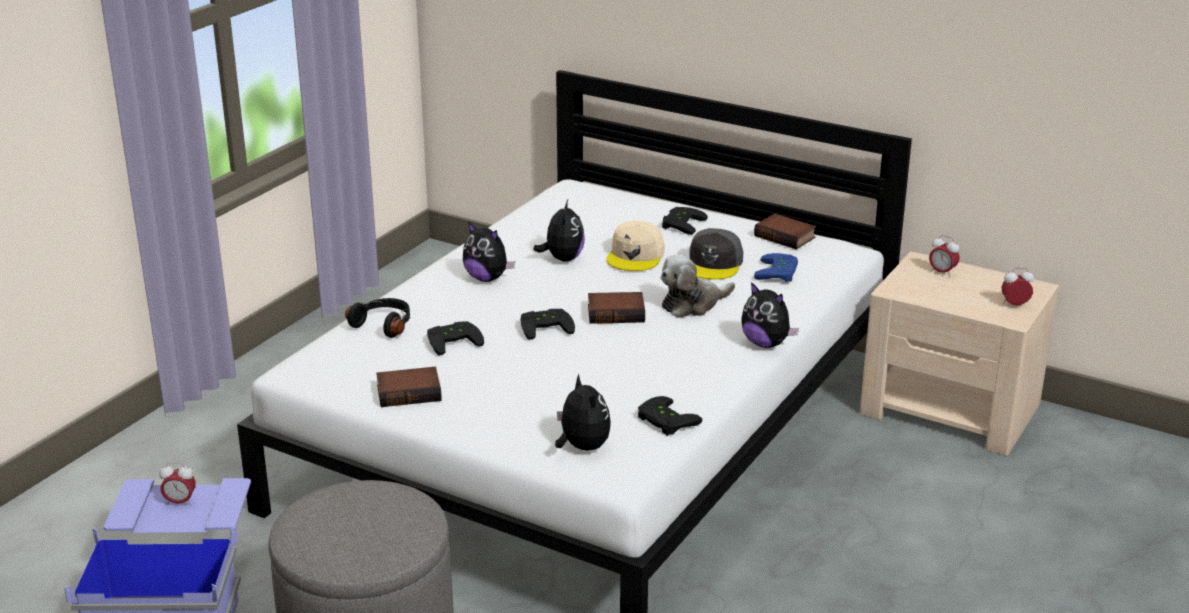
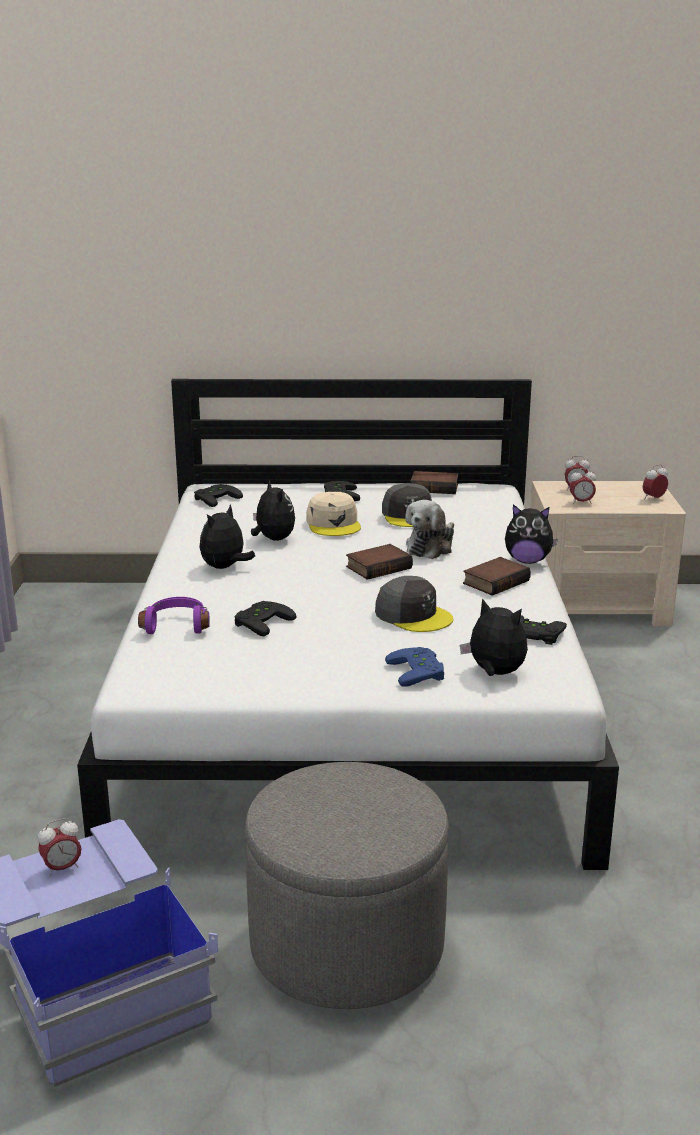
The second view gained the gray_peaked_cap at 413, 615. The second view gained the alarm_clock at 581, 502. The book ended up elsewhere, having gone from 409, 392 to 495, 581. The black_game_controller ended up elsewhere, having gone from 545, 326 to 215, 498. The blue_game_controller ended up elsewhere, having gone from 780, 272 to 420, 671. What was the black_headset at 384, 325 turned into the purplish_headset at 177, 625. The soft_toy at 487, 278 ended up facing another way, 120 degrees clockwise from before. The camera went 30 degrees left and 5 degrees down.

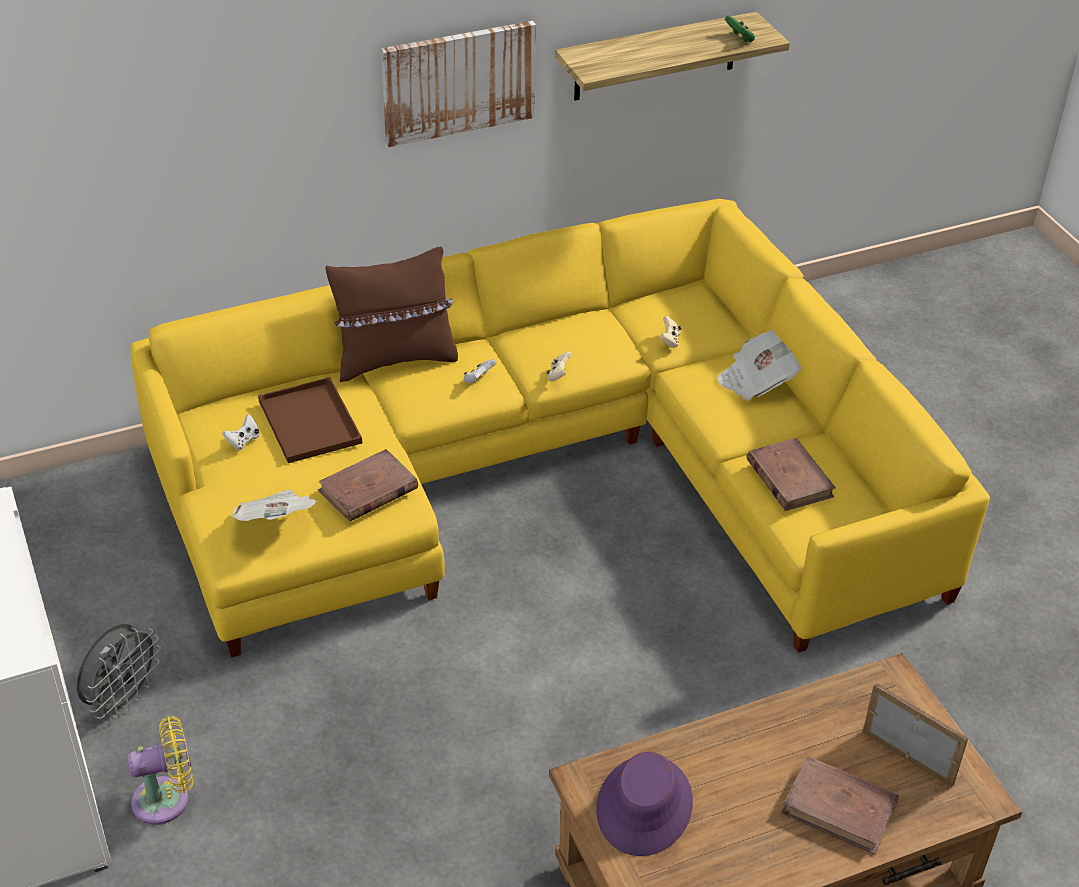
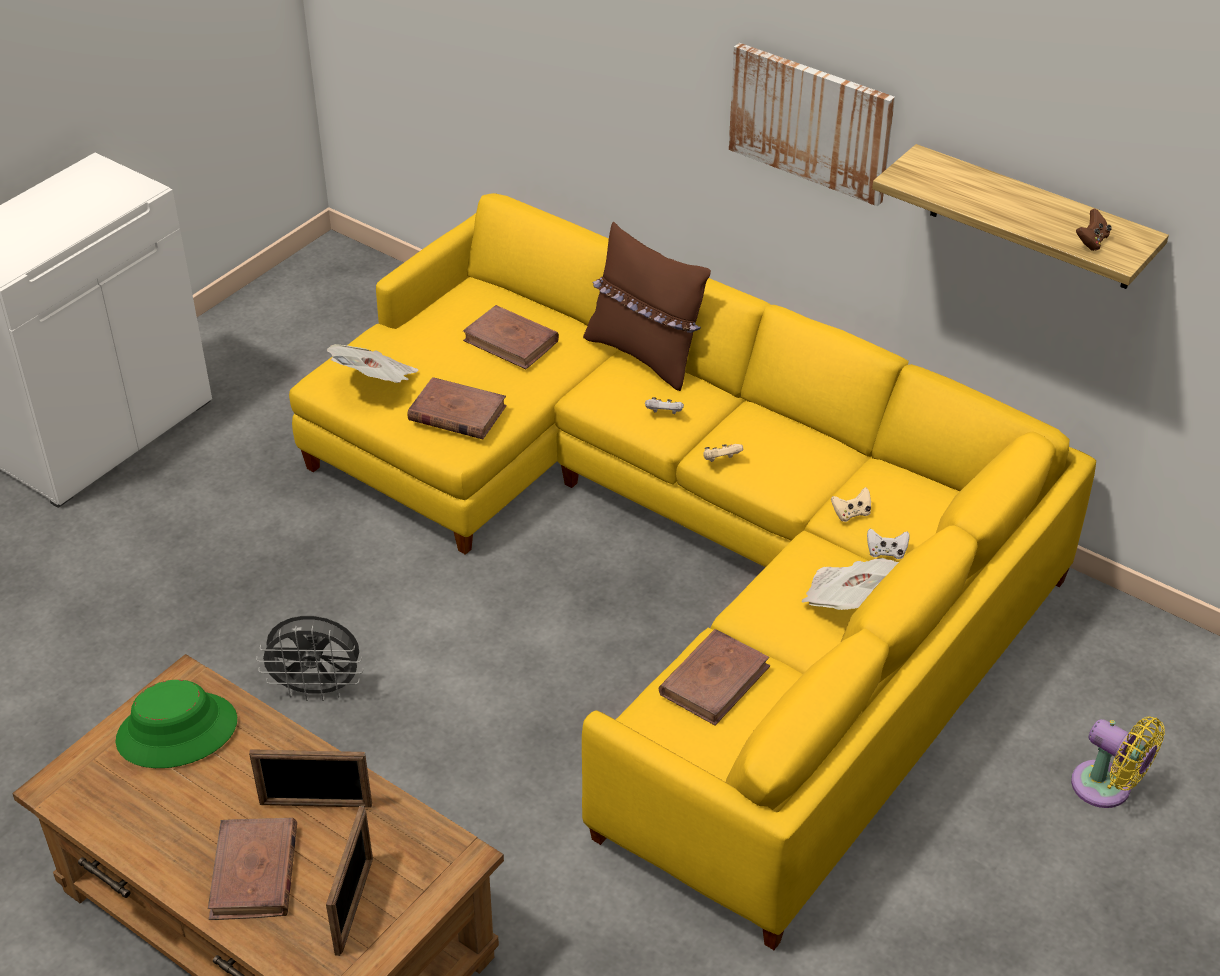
The second view gained the standing_frame at 315, 804. The gray_cooling_fan ended up elsewhere, having gone from 123, 699 to 317, 689. The yellow_cooling_fan ended up elsewhere, having gone from 167, 799 to 1107, 788. The white_game_controller ended up elsewhere, having gone from 243, 441 to 886, 552. Where the brown-coloured_carrying_tray stood at 308, 421, the brown-coloured_book came to stand at 511, 341. What was the purplish_wearable_hat at 645, 806 turned into the green_wearable_hat at 177, 732. What was the green_game_controller at 739, 38 turned into the brown-coloured_game_controller at 1091, 242. The camera went 60 degrees right and 0 degrees up.

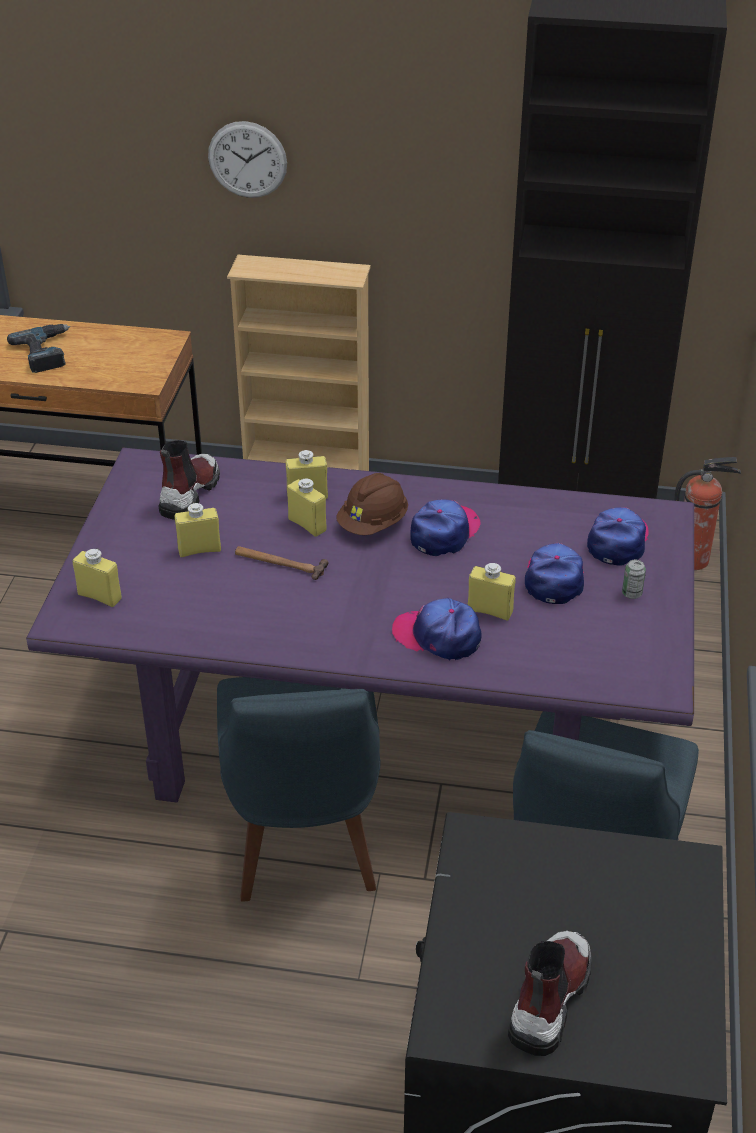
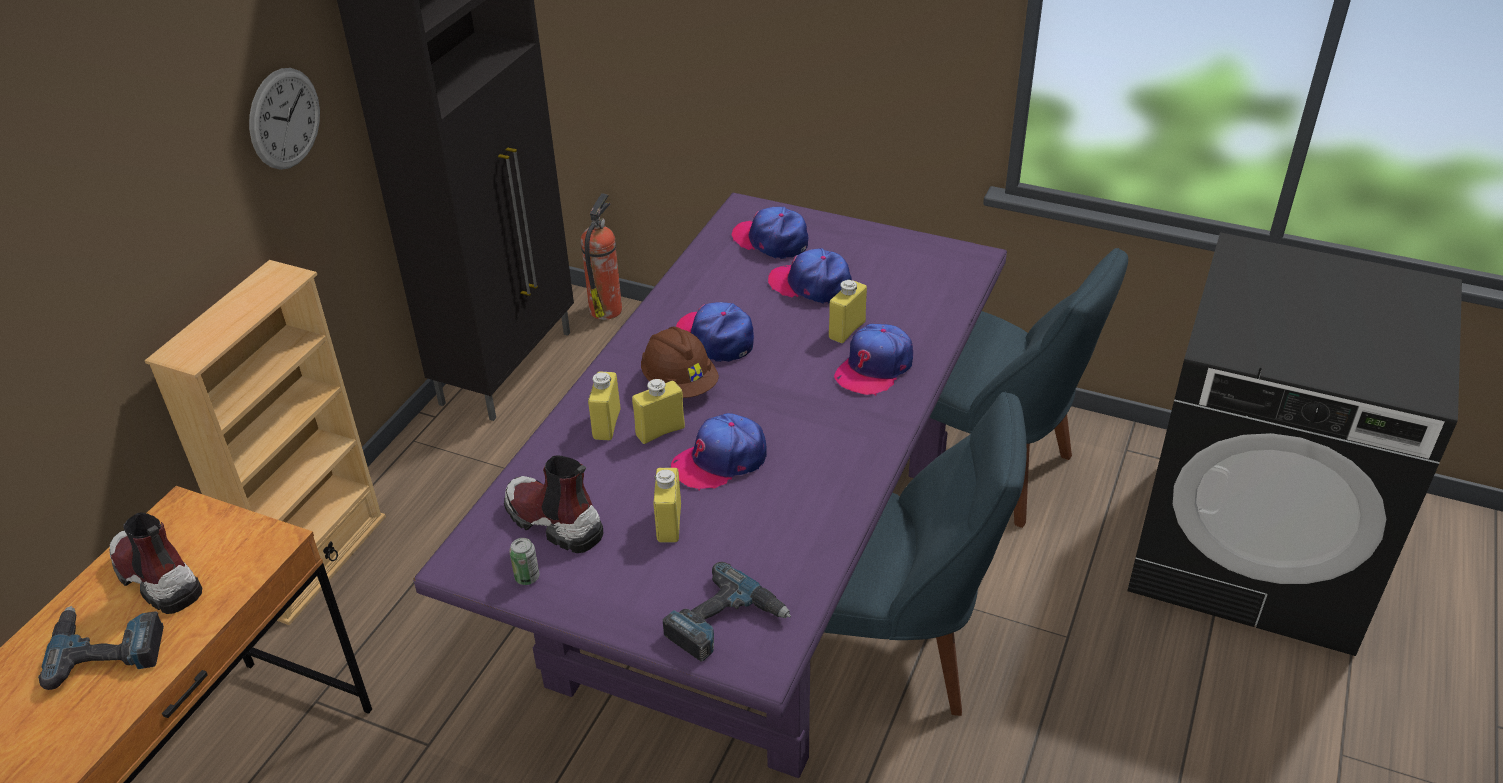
The hanging_clock ended up elsewhere, having gone from 247, 159 to 285, 119. The tall_boot ended up elsewhere, having gone from 549, 998 to 156, 578. The metal_can ended up elsewhere, having gone from 631, 593 to 527, 577. Where the yellow_bottle stood at 99, 596, the electric_drill came to stand at 725, 623. Where the tool_hammer stood at 280, 563, the peaked_cap came to stand at 720, 460. The camera went 75 degrees left and 0 degrees up.

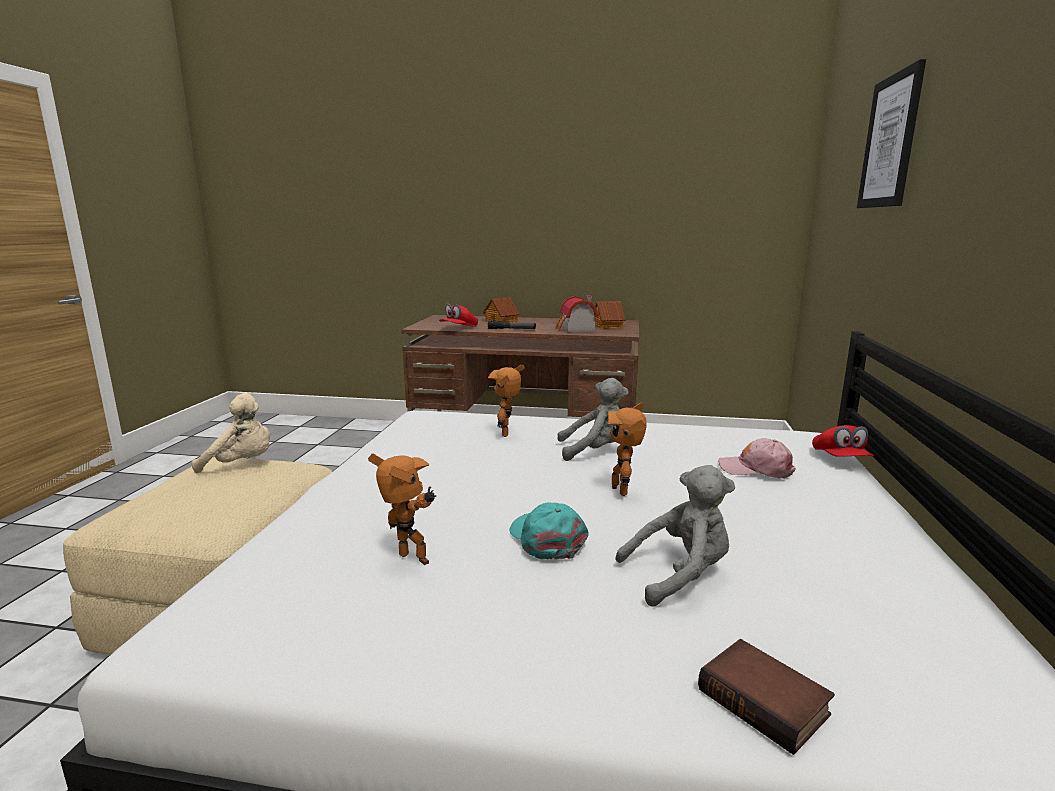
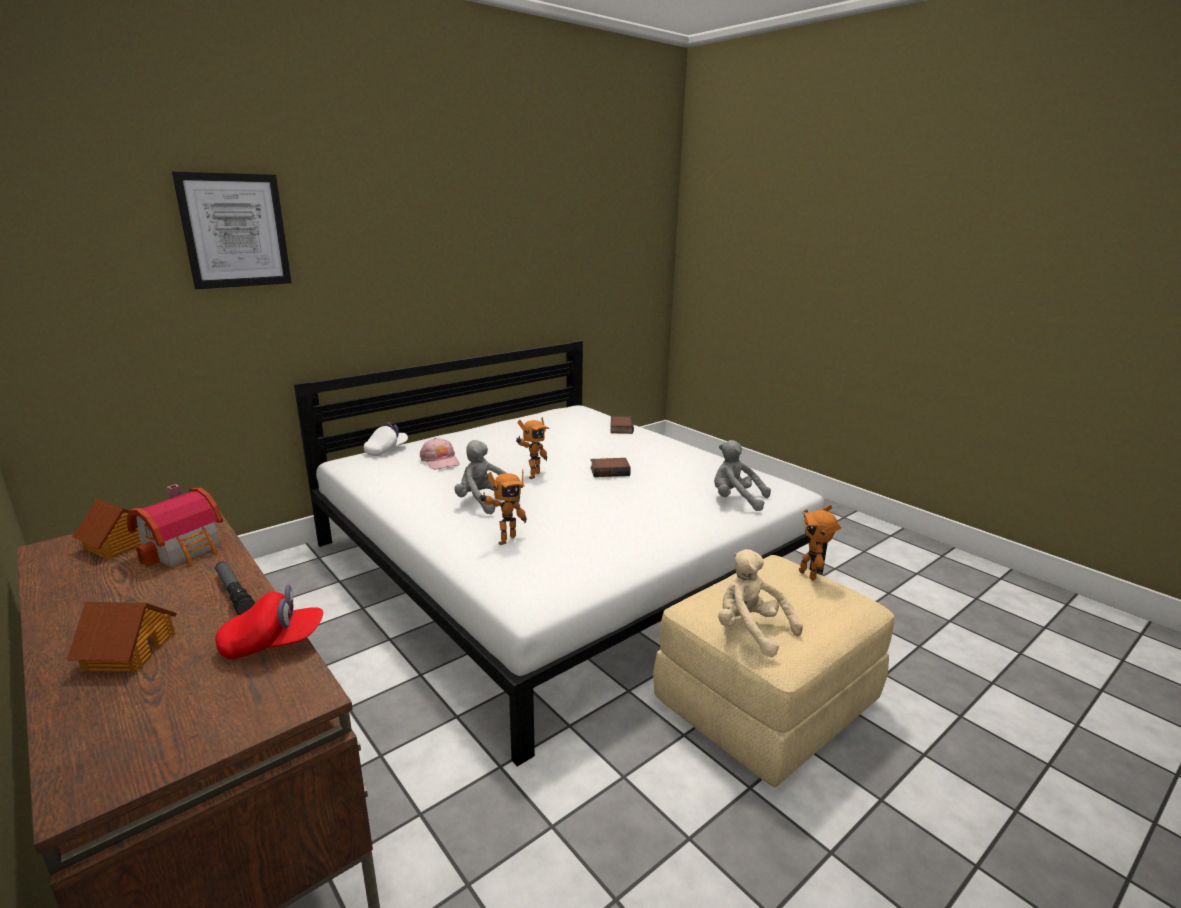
The model_robot ended up elsewhere, having gone from 410, 561 to 809, 574. The gray_soft_toy ended up elsewhere, having gone from 679, 575 to 736, 500. Where the blue-green_peaked_cap stood at 547, 539, the book came to stand at 610, 471. What was the red-coloured_peaked_cap at 840, 459 turned into the white_peaked_cap at 386, 450. The camera went 140 degrees left and 5 degrees up.

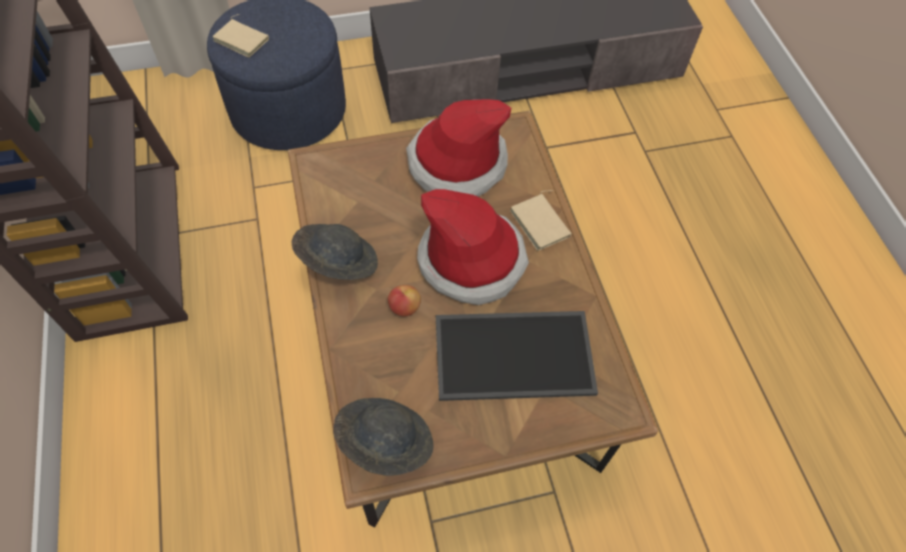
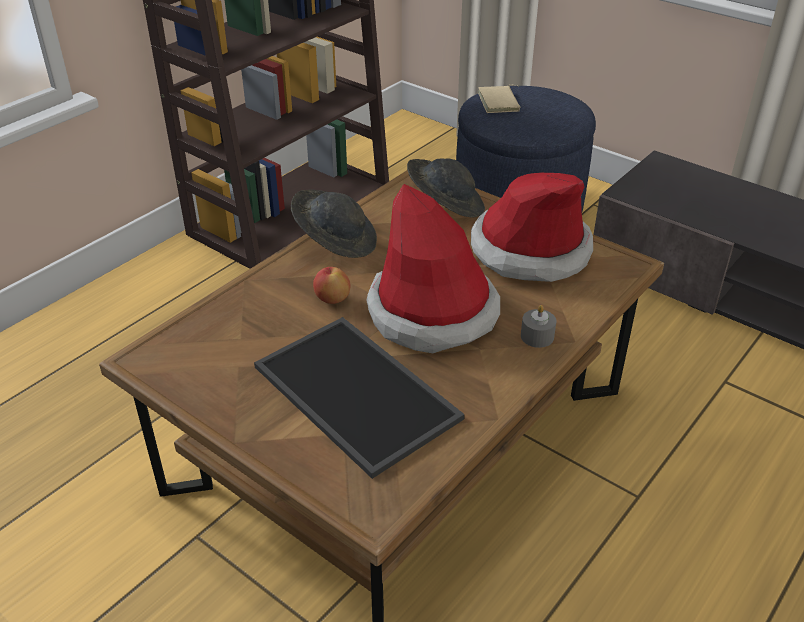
The gray_wearable_hat ended up elsewhere, having gone from 384, 442 to 445, 205. Where the sand-coloured_book stood at 541, 223, the gray_wax_candle came to stand at 537, 336. The camera went 55 degrees right and 20 degrees down.

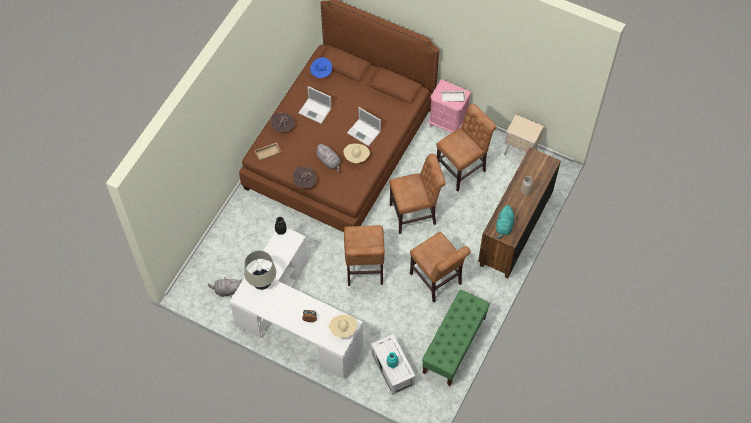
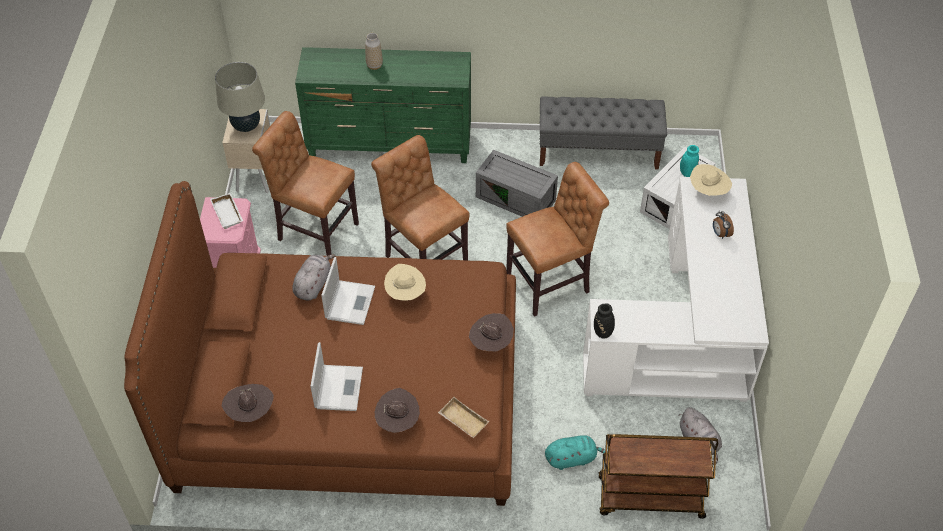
The second view gained the brown-coloured_cart at 649, 498. The sand-coloured_lamp_for_a_table ended up elsewhere, having gone from 262, 283 to 246, 126. The gray_soft_toy ended up elsewhere, having gone from 329, 161 to 313, 284. The blue-green_soft_toy ended up elsewhere, having gone from 504, 226 to 572, 458. Where the brown-coloured_plain_chair stood at 437, 281, the gray_storage_container came to stand at 517, 198. What was the blue_wearable_hat at 321, 73 turned into the brown-coloured_wearable_hat at 250, 412. What was the green_bench at 454, 345 turned into the gray_bench at 598, 151. What was the brown-coloured_drawer_chest at 514, 230 turned into the green_drawer_chest at 390, 145. The camera went 115 degrees left and 10 degrees down.

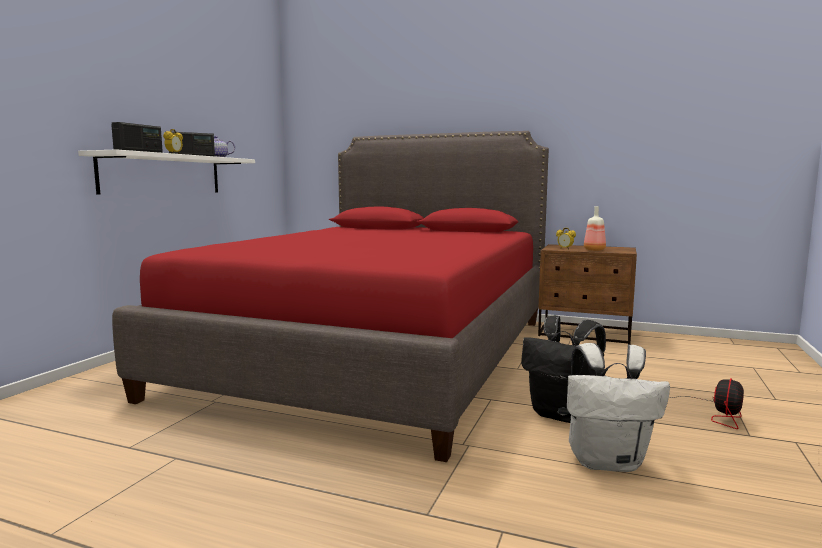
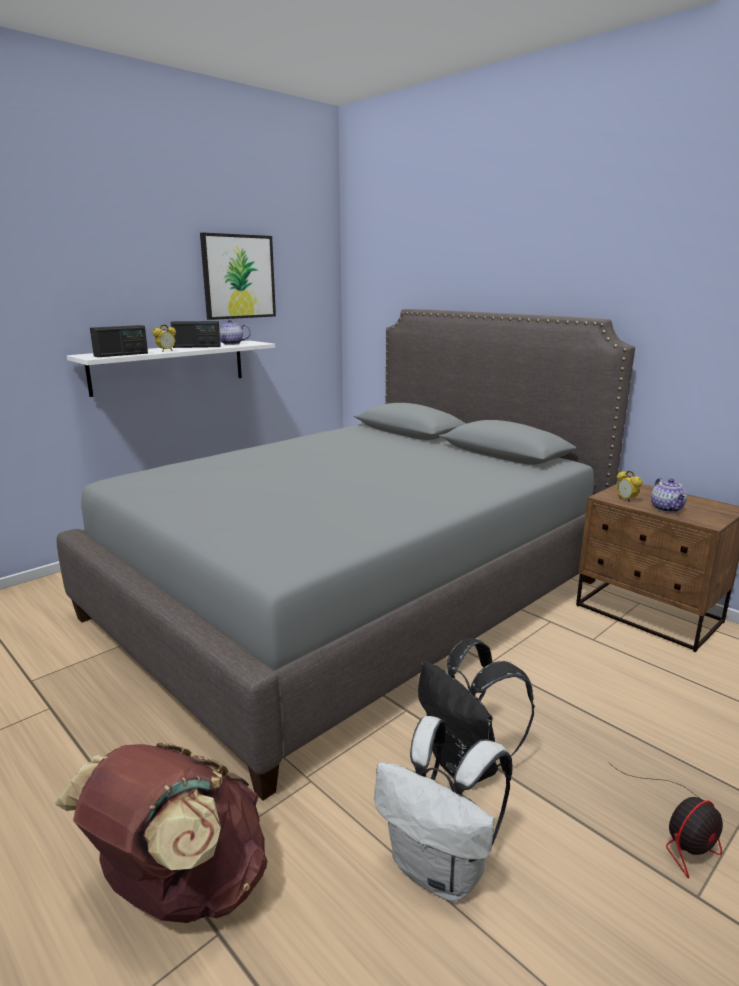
The second view gained the brown-coloured_backpack at 182, 887. The second view gained the picture at 238, 277. Where the bottle stood at 594, 250, the pot_for_tea came to stand at 667, 509. What was the red-coloured_bed at 378, 354 turned into the gray_bed at 354, 598. The camera went 25 degrees right and 10 degrees up.

